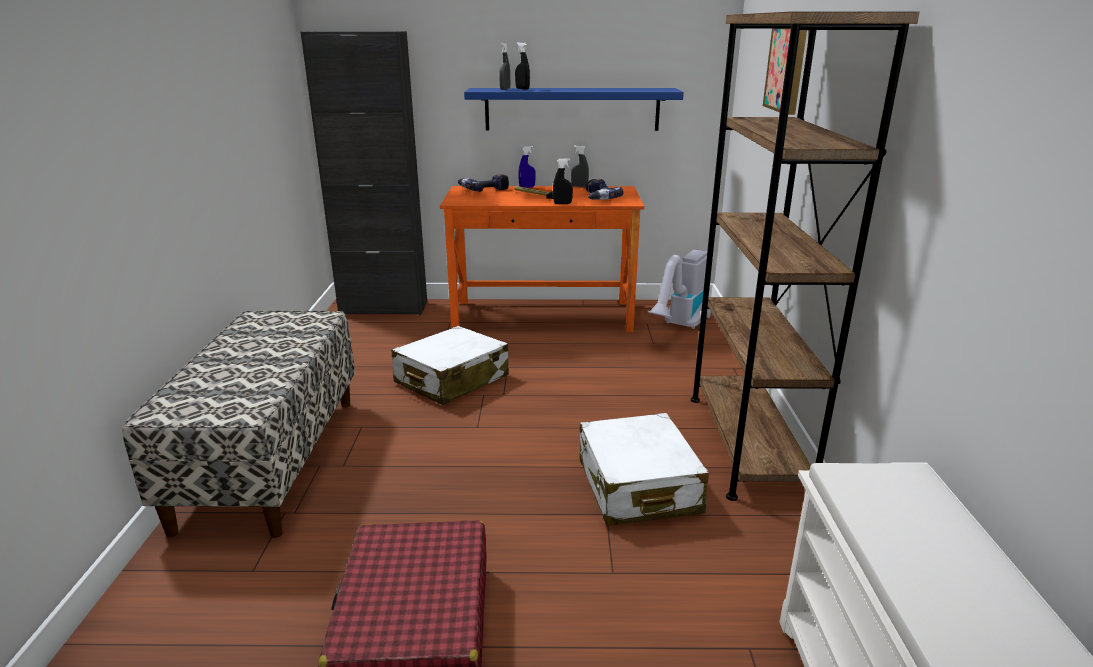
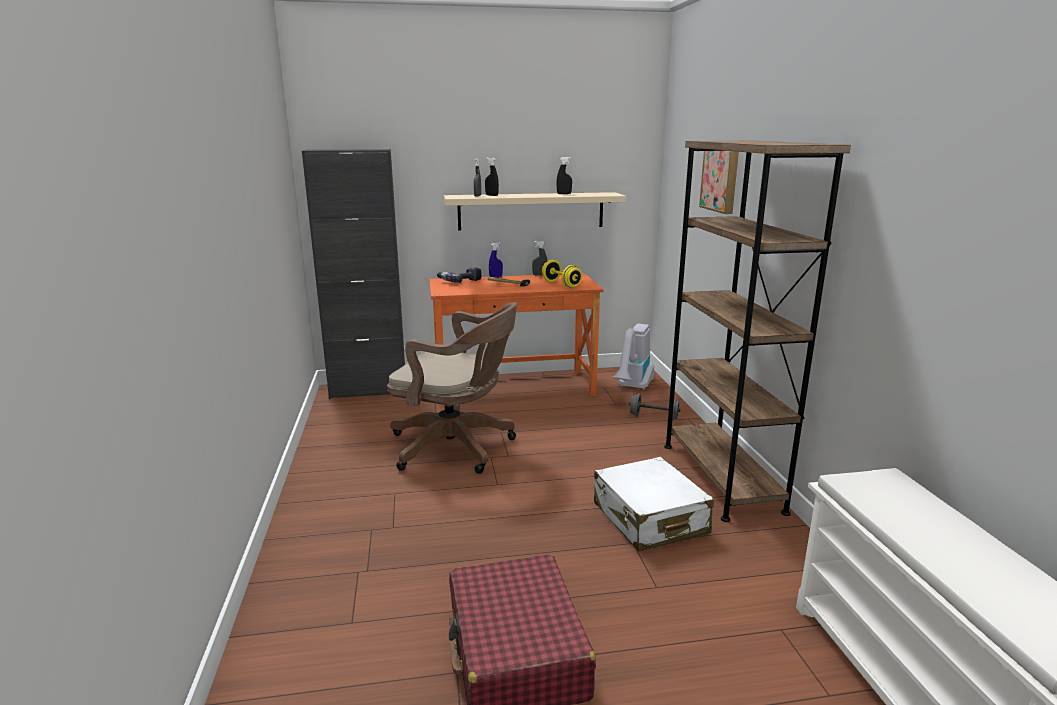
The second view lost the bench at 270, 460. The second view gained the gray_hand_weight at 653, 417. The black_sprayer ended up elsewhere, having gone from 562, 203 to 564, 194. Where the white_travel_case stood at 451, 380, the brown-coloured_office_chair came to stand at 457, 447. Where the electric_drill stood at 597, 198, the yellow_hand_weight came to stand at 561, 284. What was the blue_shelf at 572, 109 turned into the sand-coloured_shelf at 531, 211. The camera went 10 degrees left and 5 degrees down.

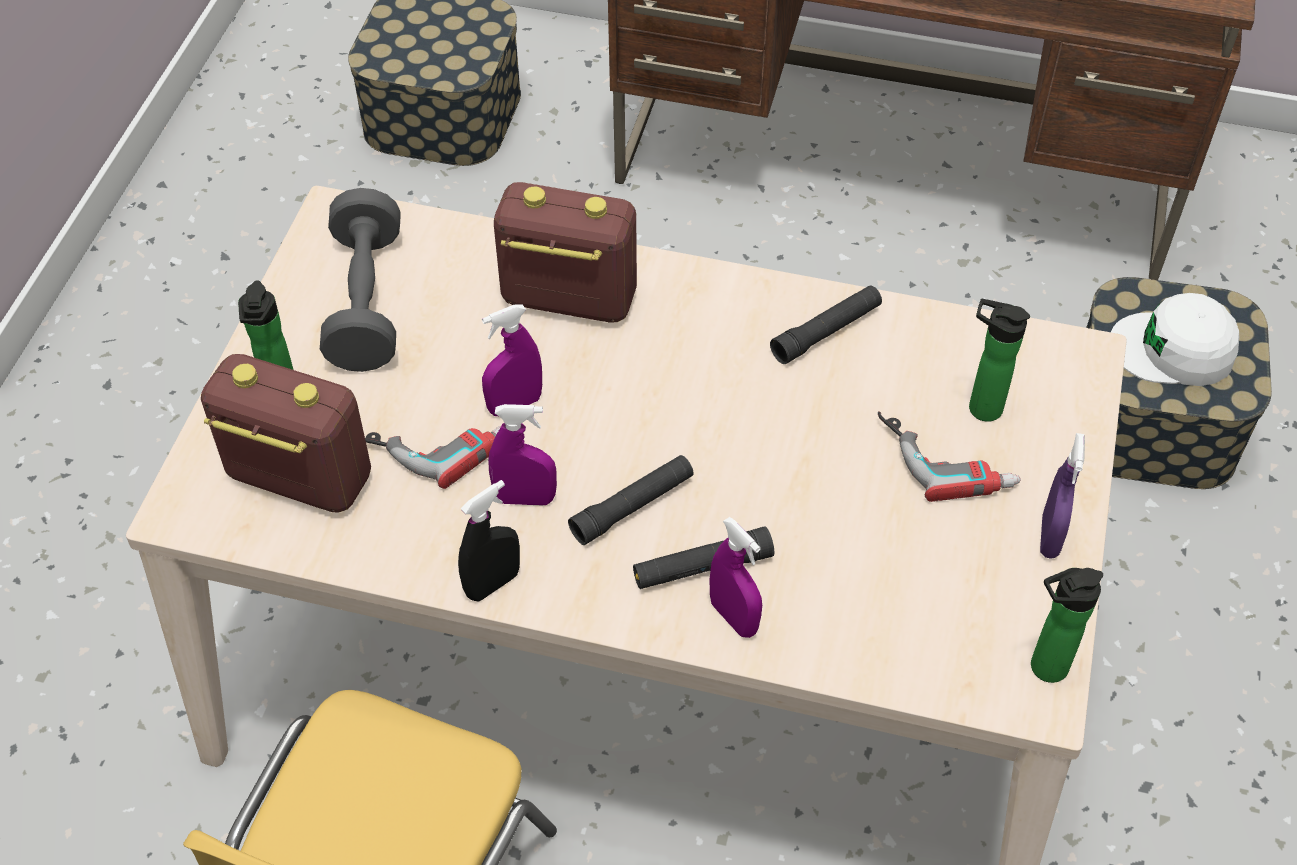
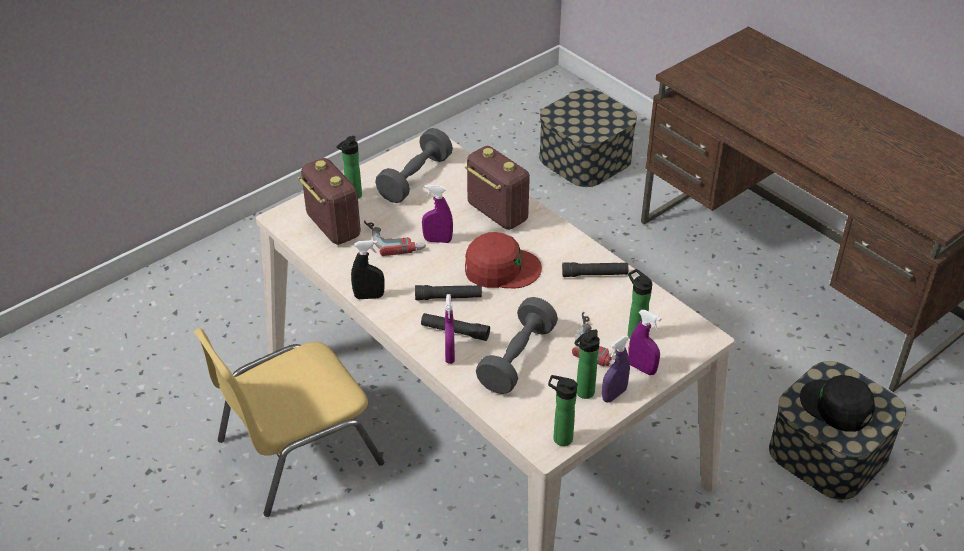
The second view gained the red-coloured_peaked_cap at 501, 268. The second view gained the gray_hand_weight at 517, 358. The second view gained the bottle at 583, 394. The purplish_sprayer ended up elsewhere, having gone from 525, 498 to 642, 368. What was the white_peaked_cap at 1173, 350 turned into the black_peaked_cap at 836, 406. The camera went 35 degrees right and 10 degrees down.

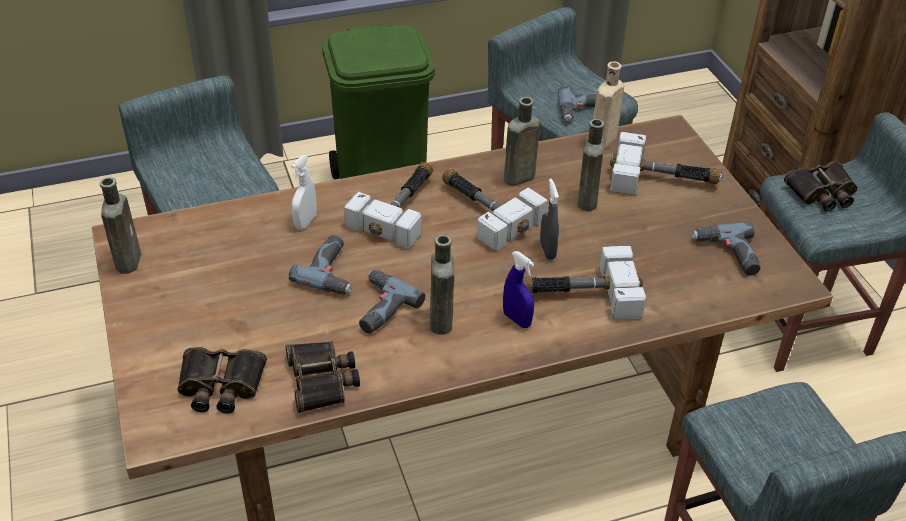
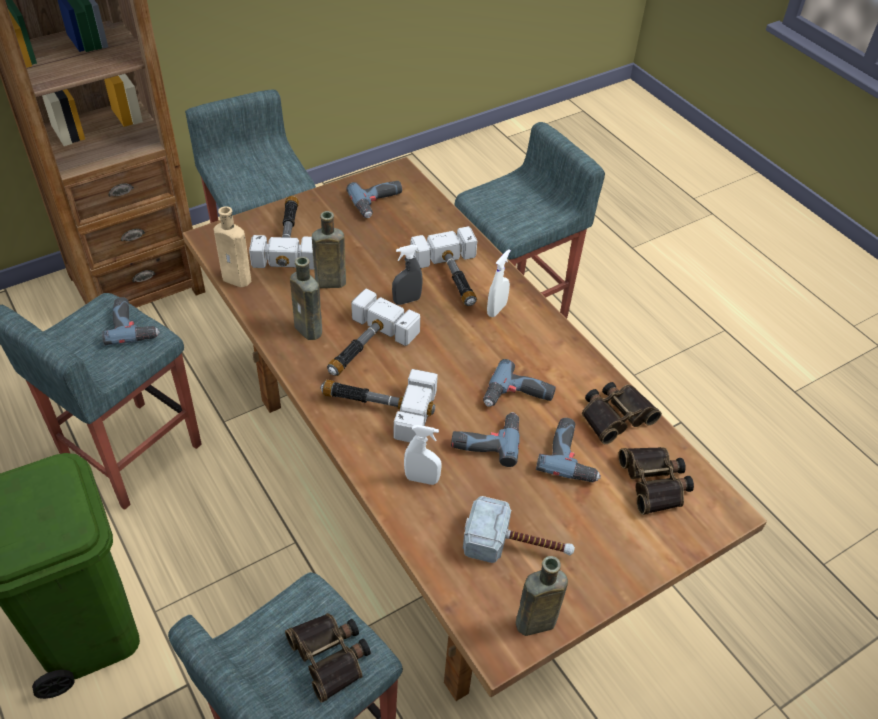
The second view lost the brown-coloured_bottle at 441, 322. The second view gained the tool_hammer at 517, 546. The second view gained the electric_drill at 572, 455. The binoculars ended up elsewhere, having gone from 822, 193 to 331, 656. What was the blue_sprayer at 517, 319 turned into the white_sprayer at 496, 309. The camera went 105 degrees left and 5 degrees up.

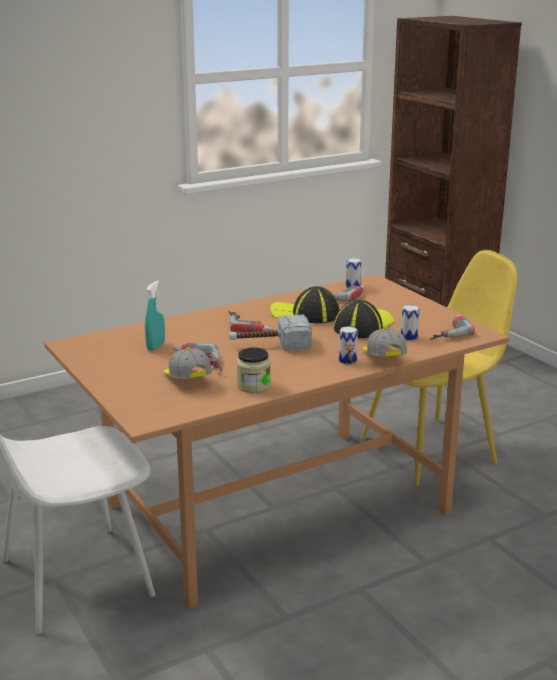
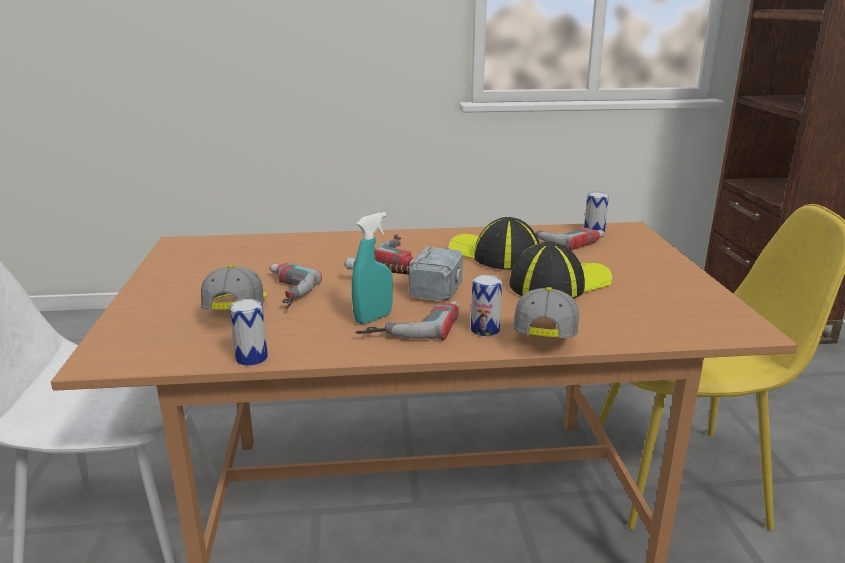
The second view lost the preserve_jar at 253, 386. The blue-green_sprayer ended up elsewhere, having gone from 156, 346 to 373, 318. The metal_can ended up elsewhere, having gone from 409, 337 to 251, 358. The electric_drill ended up elsewhere, having gone from 445, 332 to 411, 325. The camera went 25 degrees right and 0 degrees up.

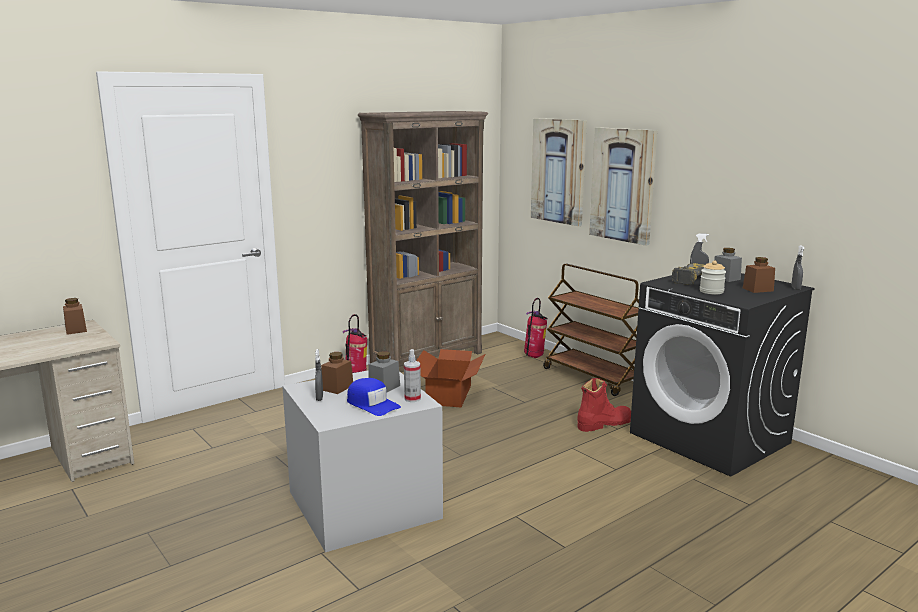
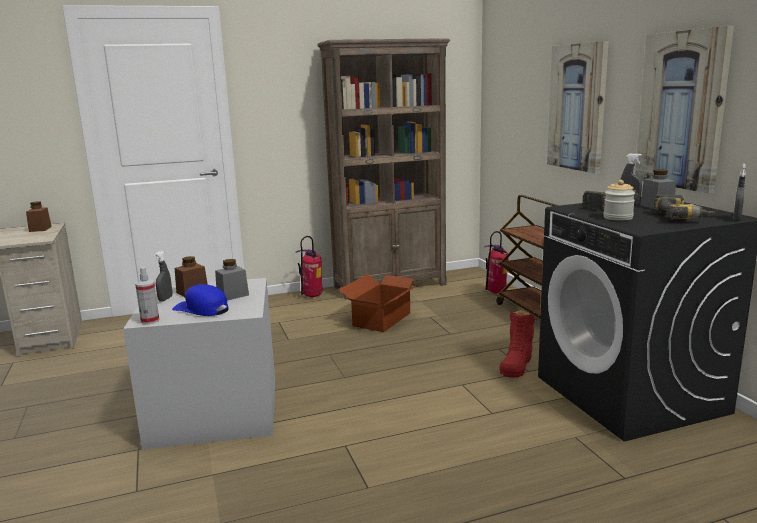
The sprayer ended up elsewhere, having gone from 412, 399 to 150, 321. The picture ended up elsewhere, having gone from 559, 171 to 682, 110. Where the brown-coloured_preserve_jar stood at 758, 289, the electric_drill came to stand at 682, 218. The blue_peaked_cap at 372, 404 ended up facing another way, 150 degrees clockwise from before. The red-coloured_tall_boot at 604, 423 ended up facing another way, 120 degrees clockwise from before. The camera went 20 degrees right and 0 degrees up.

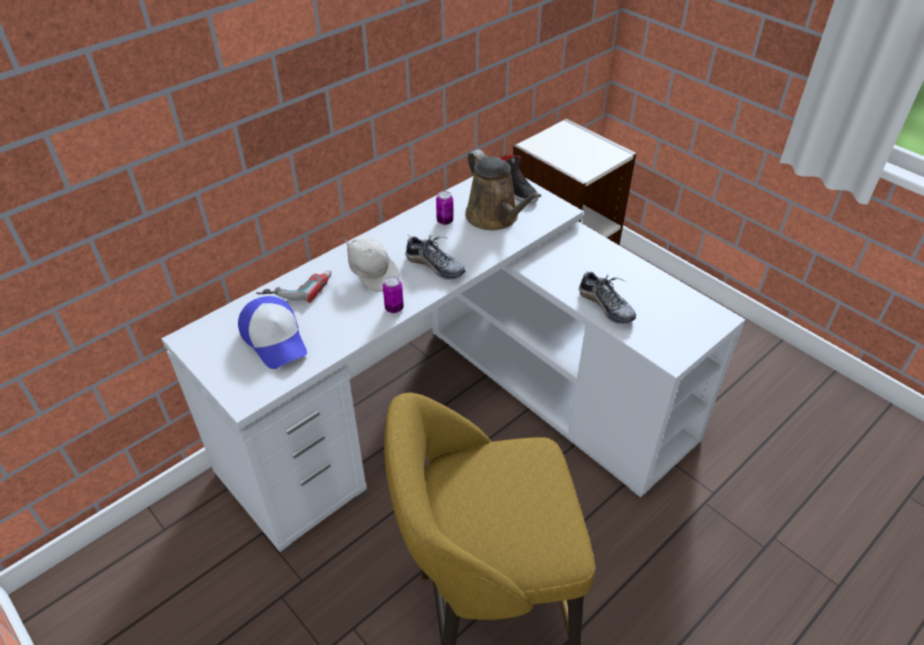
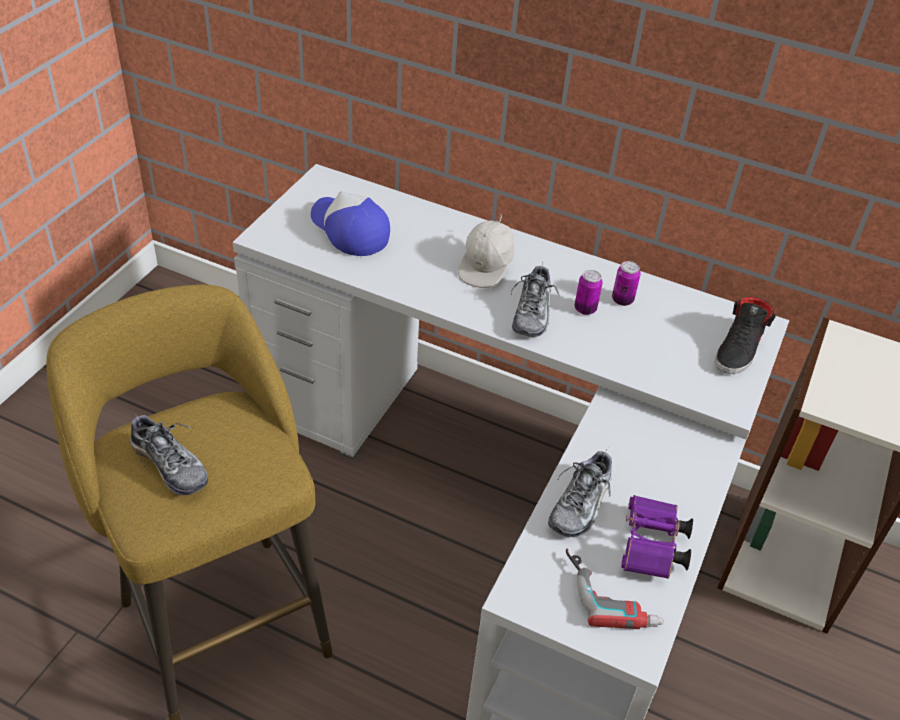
The second view lost the brown-coloured_watering_pot at 495, 217. The second view gained the item_of_footwear at 170, 465. The second view gained the purplish_binoculars at 651, 549. The electric_drill ended up elsewhere, having gone from 296, 286 to 612, 592. The metal_can ended up elsewhere, having gone from 394, 308 to 585, 309. The peaked_cap at 275, 339 ended up facing another way, 105 degrees clockwise from before. The camera went 65 degrees right and 0 degrees up.

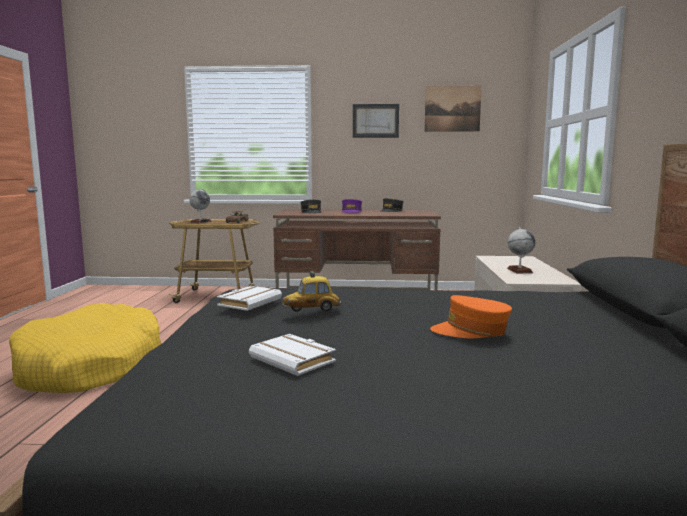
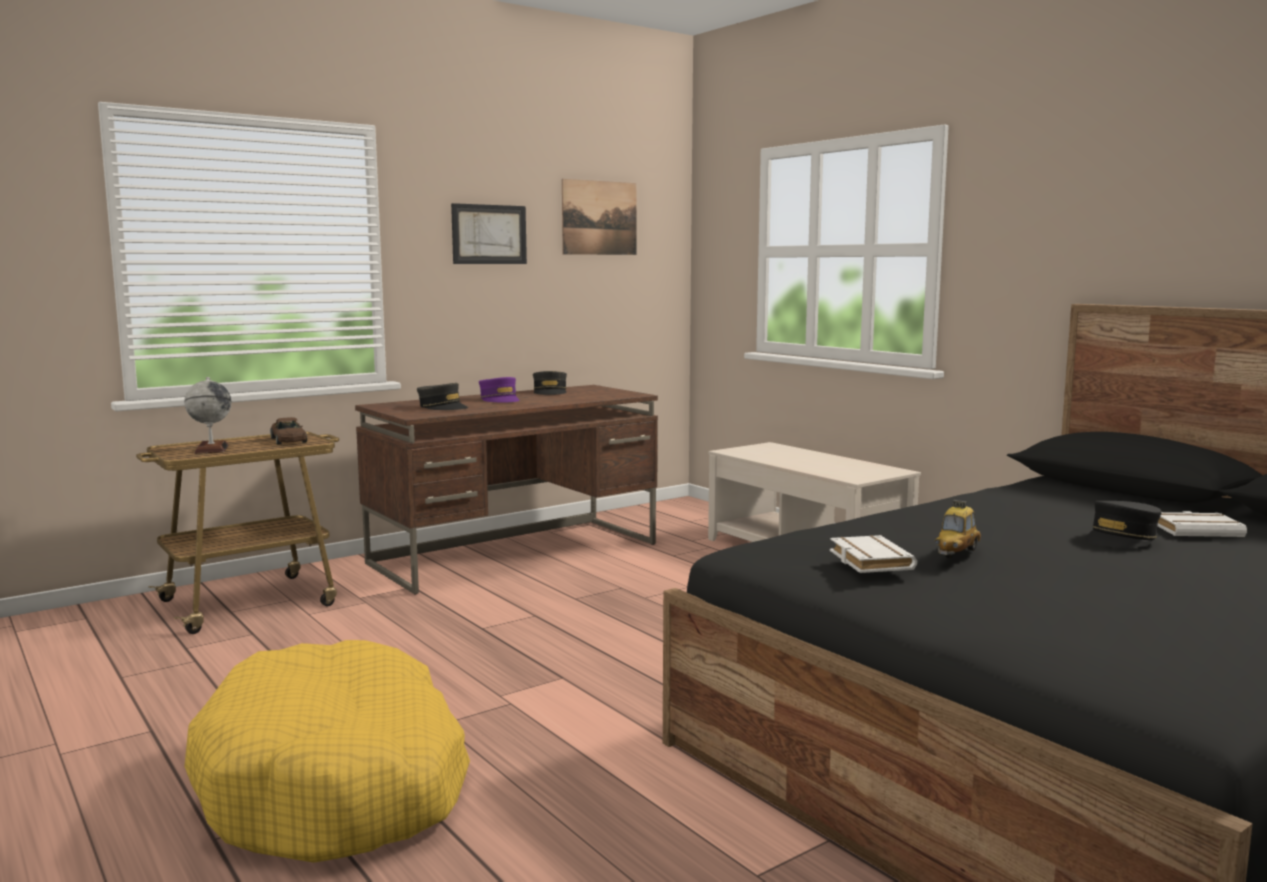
The second view lost the desk_globe at 519, 270. The white_book ended up elsewhere, having gone from 295, 360 to 1198, 530. What was the orange-coloured_peaked_cap at 471, 331 turned into the black_peaked_cap at 1121, 538. The camera went 40 degrees left and 0 degrees up.

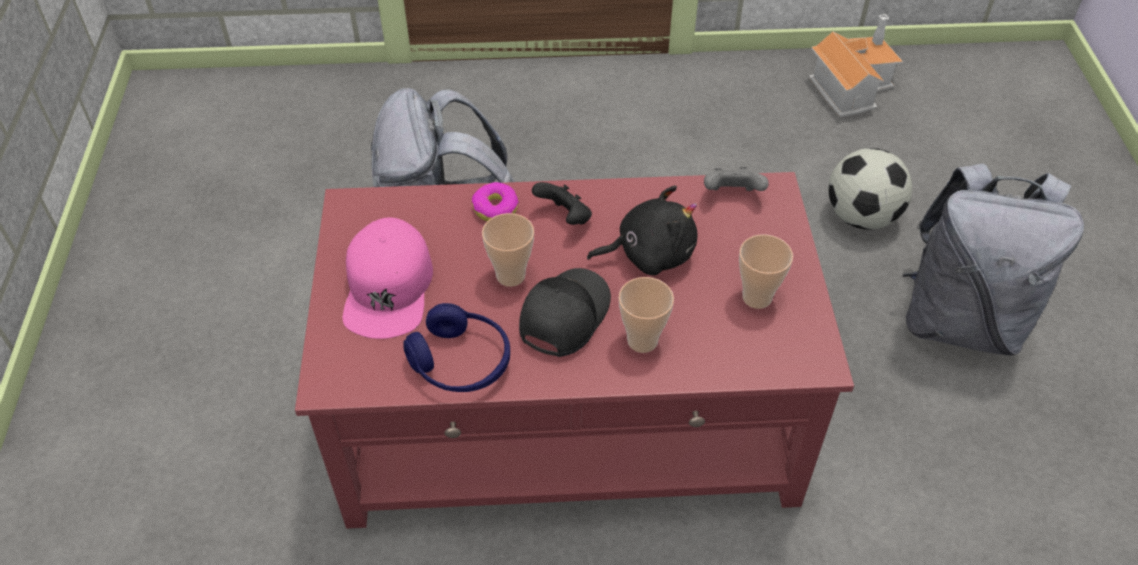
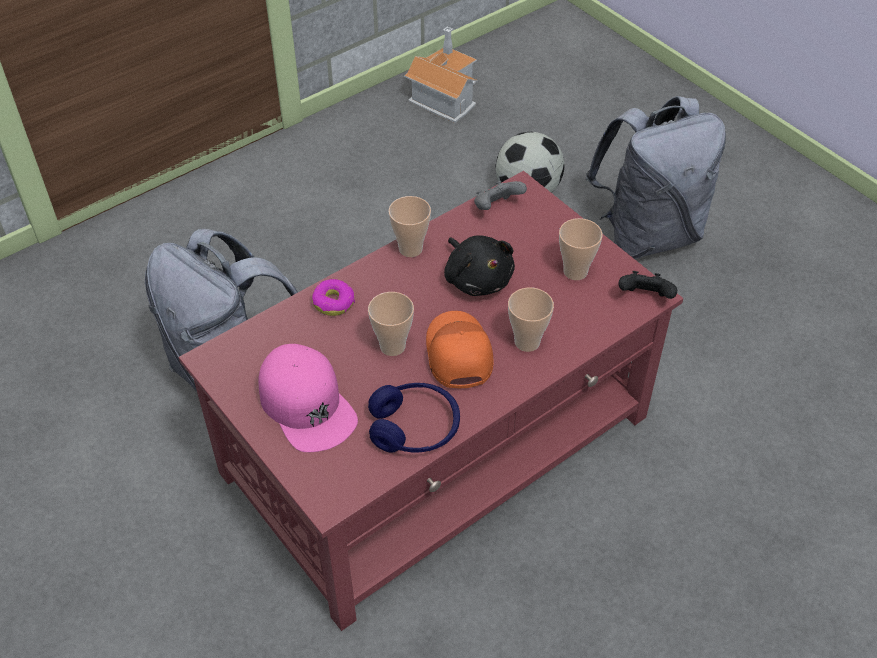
The second view gained the drinking_cup at 410, 249. The black_game_controller ended up elsewhere, having gone from 565, 218 to 645, 297. What was the black_peaked_cap at 563, 316 turned into the orange-coloured_peaked_cap at 457, 355. The black_soft_toy at 649, 254 ended up facing another way, 105 degrees clockwise from before. The camera went 35 degrees left and 0 degrees up.

